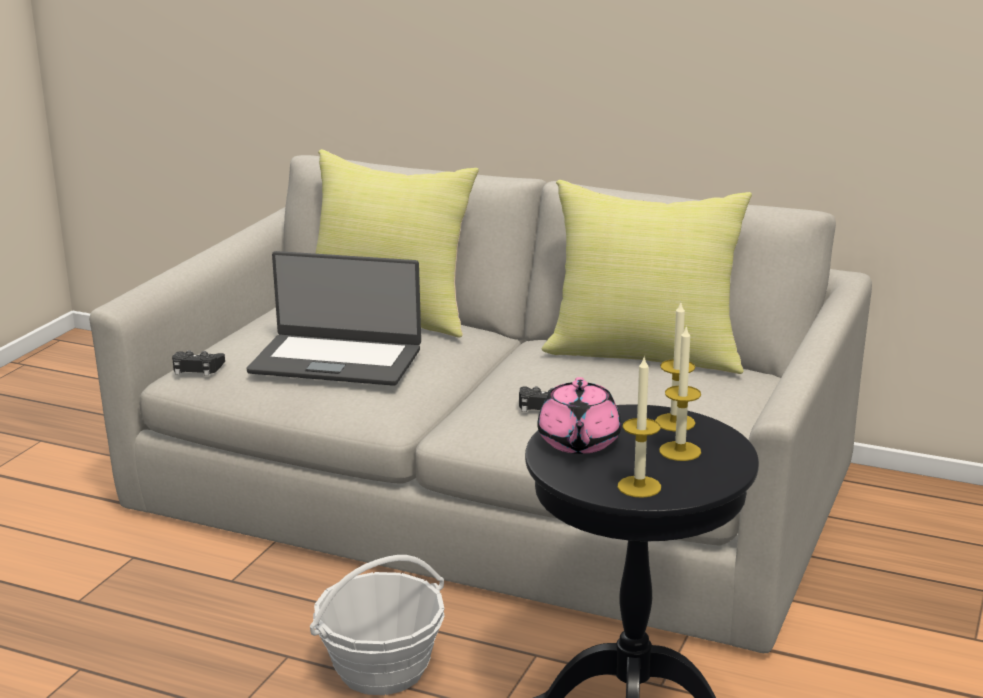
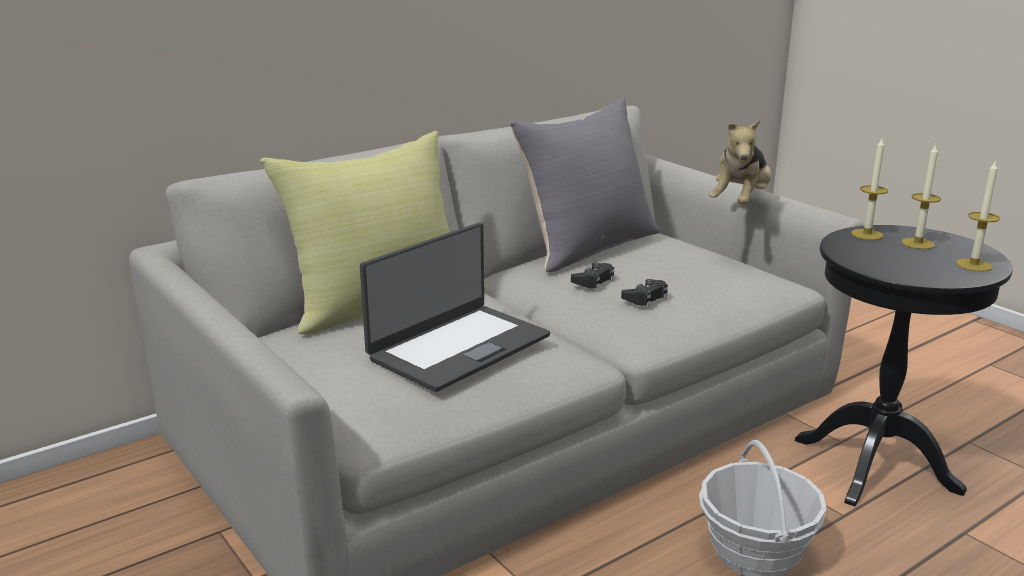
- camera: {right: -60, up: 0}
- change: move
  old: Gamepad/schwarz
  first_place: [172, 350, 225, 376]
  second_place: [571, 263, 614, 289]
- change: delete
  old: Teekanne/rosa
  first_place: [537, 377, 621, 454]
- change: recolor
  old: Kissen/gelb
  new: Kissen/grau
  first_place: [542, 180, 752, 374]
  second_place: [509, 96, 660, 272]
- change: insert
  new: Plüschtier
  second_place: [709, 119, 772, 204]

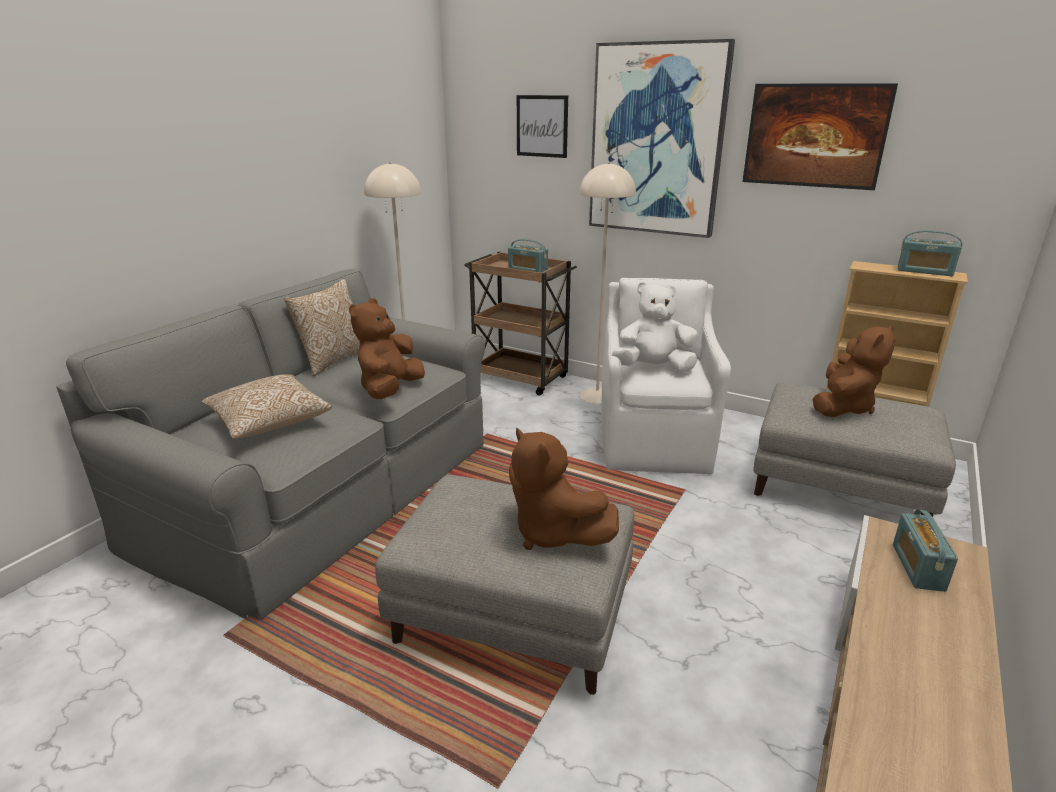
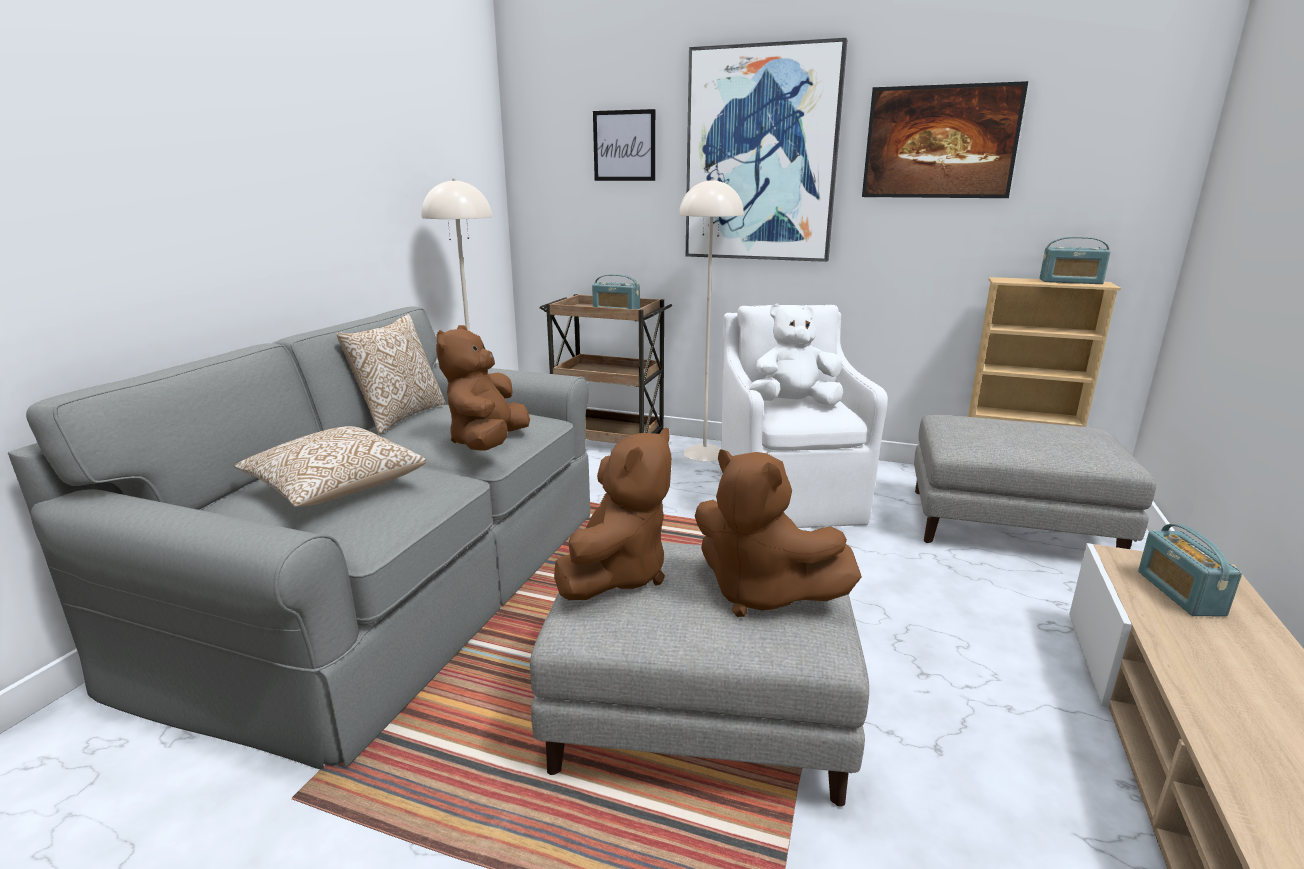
- camera: {right: -10, up: -5}
- change: move
  old: Plüschtier/braun
  first_place: [813, 325, 895, 417]
  second_place: [554, 428, 672, 600]

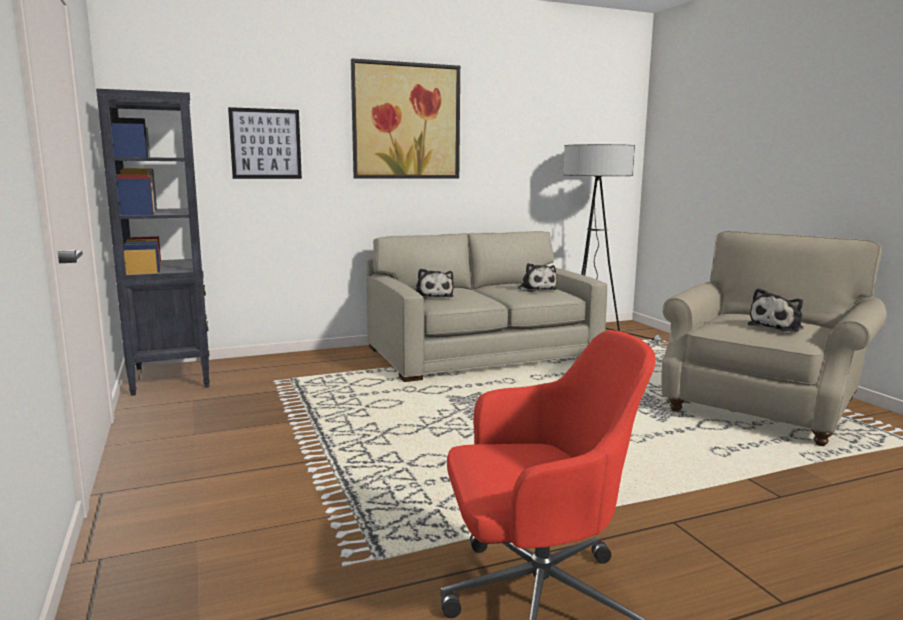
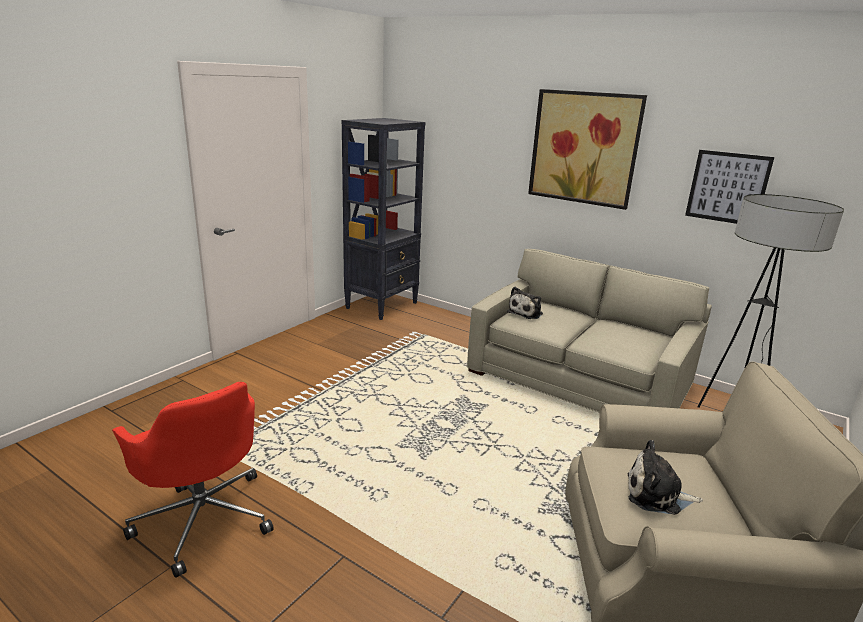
- camera: {right: 55, up: 10}
- change: move
  old: Bild
  first_place: [228, 107, 302, 179]
  second_place: [685, 150, 774, 224]
- change: delete
  old: Plüschtier
  first_place: [518, 263, 557, 292]

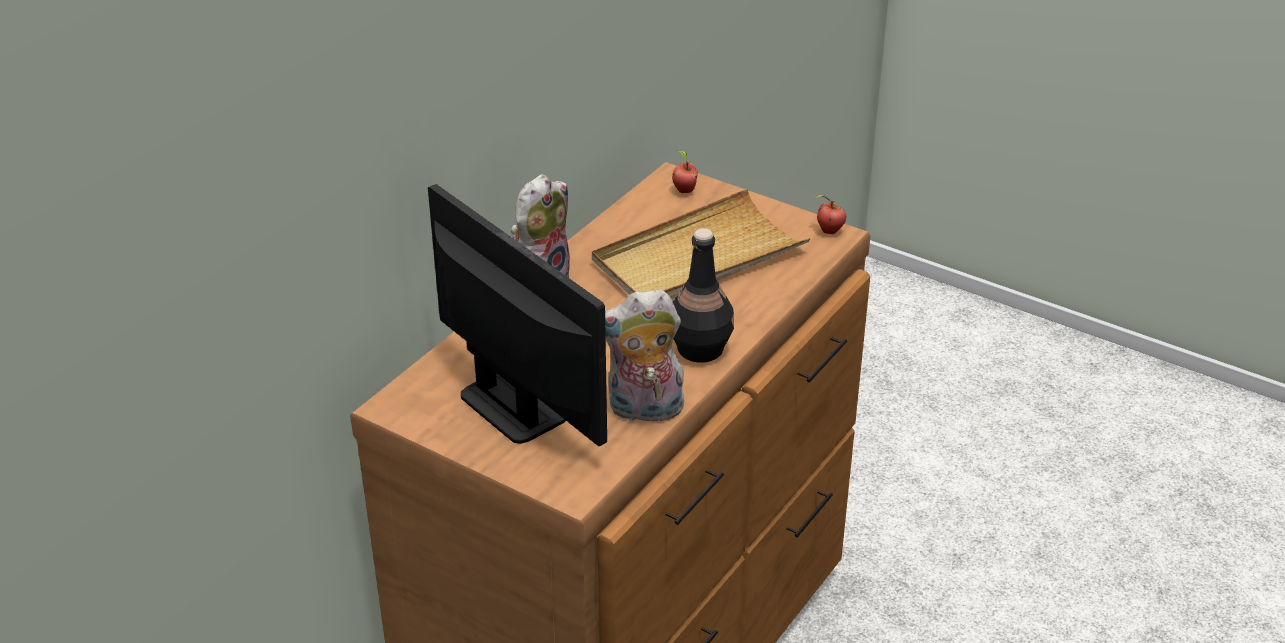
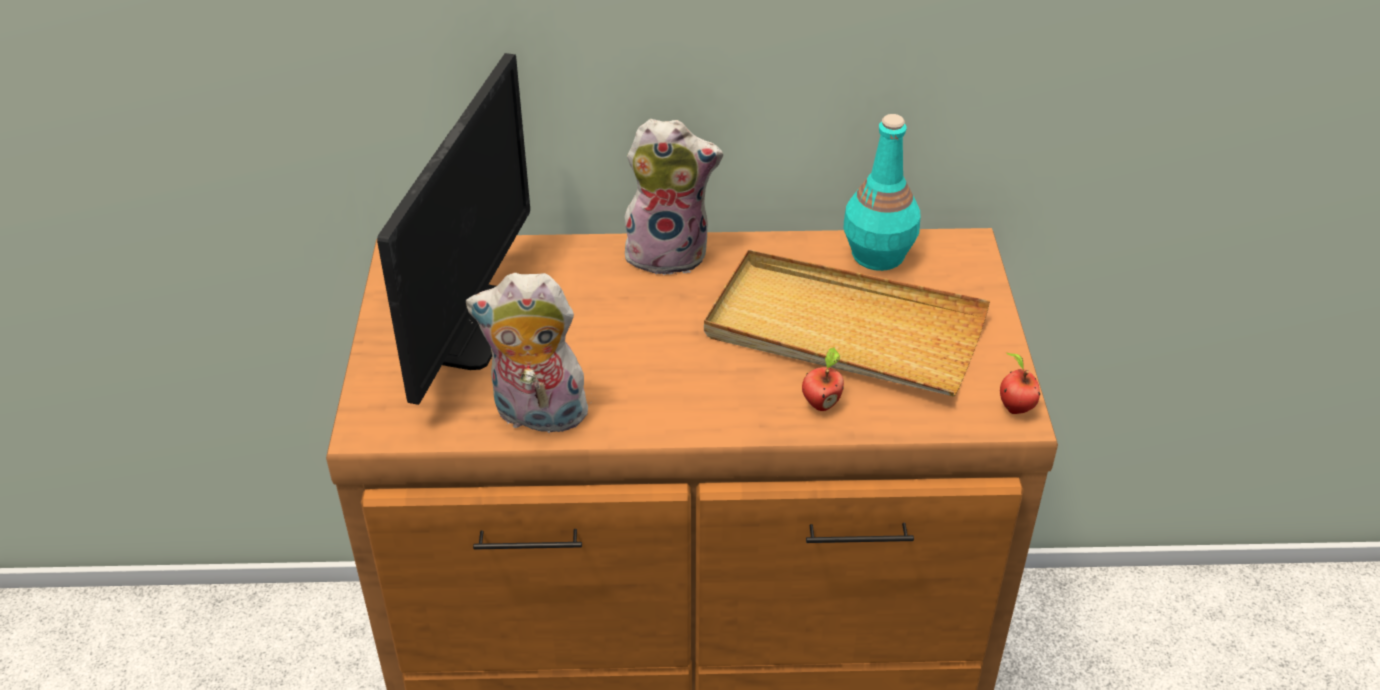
- camera: {right: 55, up: 5}
- change: rotate
  old: Plüschtier
  first_place: [605, 289, 684, 422]
  second_place: [466, 273, 592, 433]
  degrees: -45
- change: move
  old: Apfel
  first_place: [672, 150, 698, 193]
  second_place: [802, 347, 844, 411]
- change: delete
  old: Flasche/schwarz
  first_place: [673, 228, 734, 363]
- change: insert
  new: Flasche/türkis
  second_place: [844, 114, 920, 271]

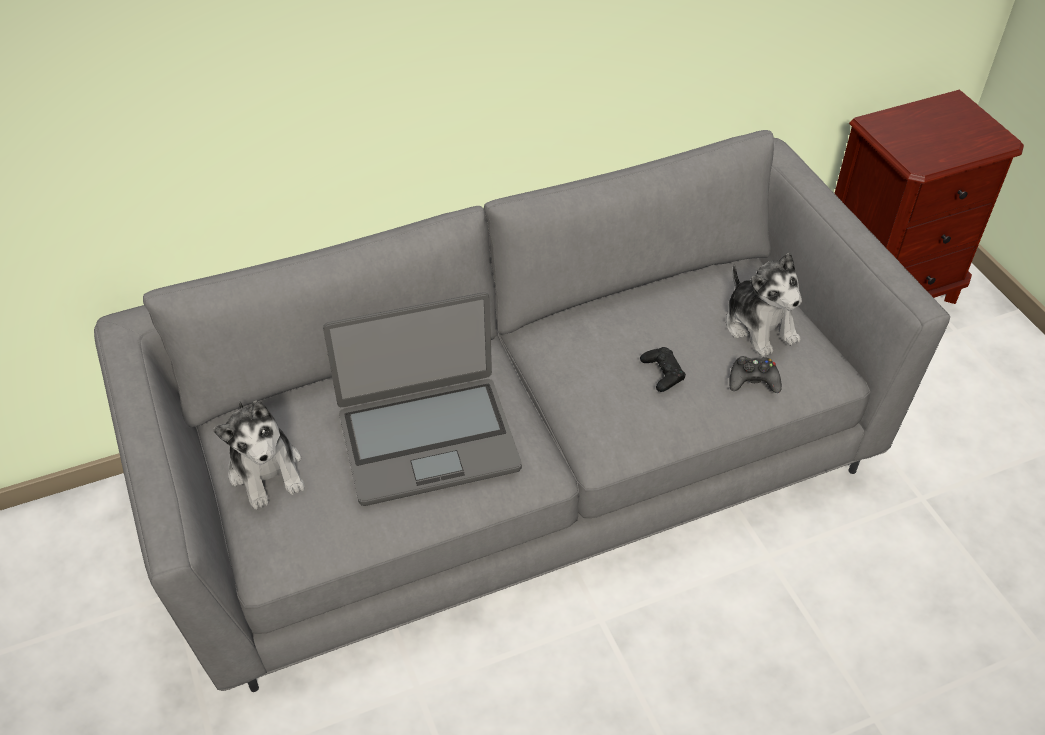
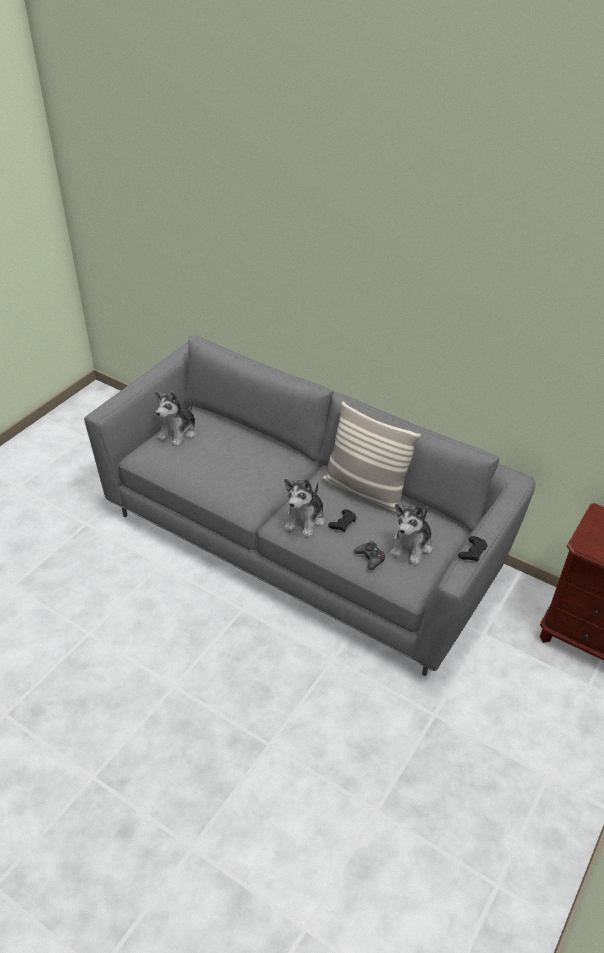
- camera: {right: 55, up: -5}
- change: delete
  old: Laptop
  first_place: [323, 292, 522, 506]
- change: insert
  new: Plüschtier
  second_place: [284, 479, 325, 538]
- change: insert
  new: Kissen
  second_place: [322, 402, 421, 513]
- change: insert
  new: Gamepad/schwarz
  second_place: [458, 536, 488, 562]

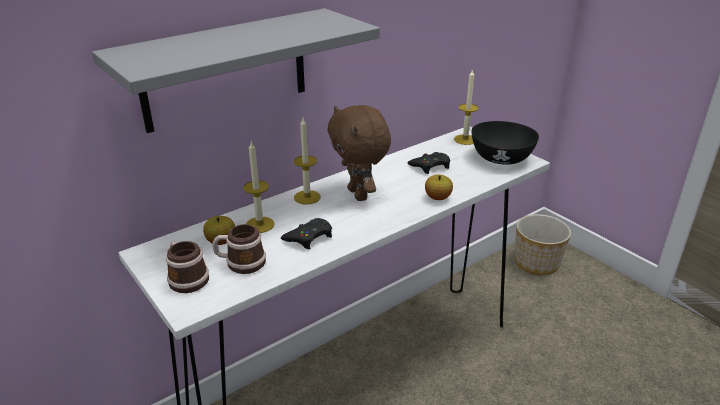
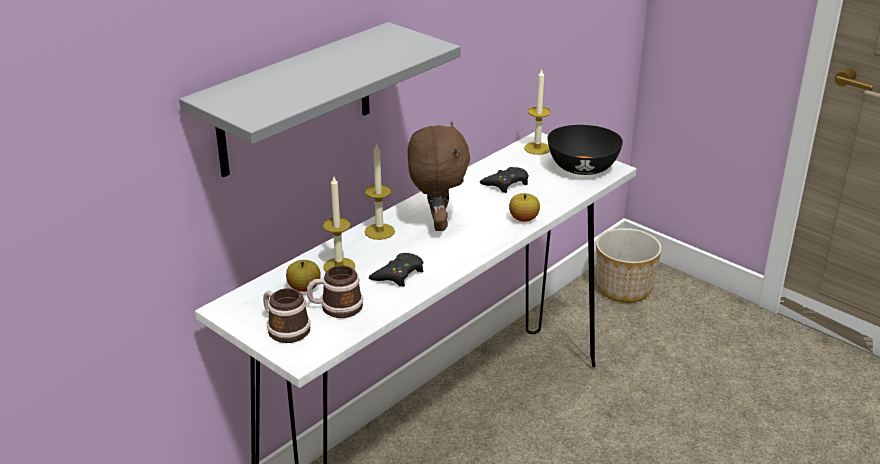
- camera: {right: -10, up: 0}
- change: rotate
  old: Plüschtier/braun
  first_place: [327, 105, 391, 201]
  second_place: [408, 121, 470, 231]
  degrees: -150

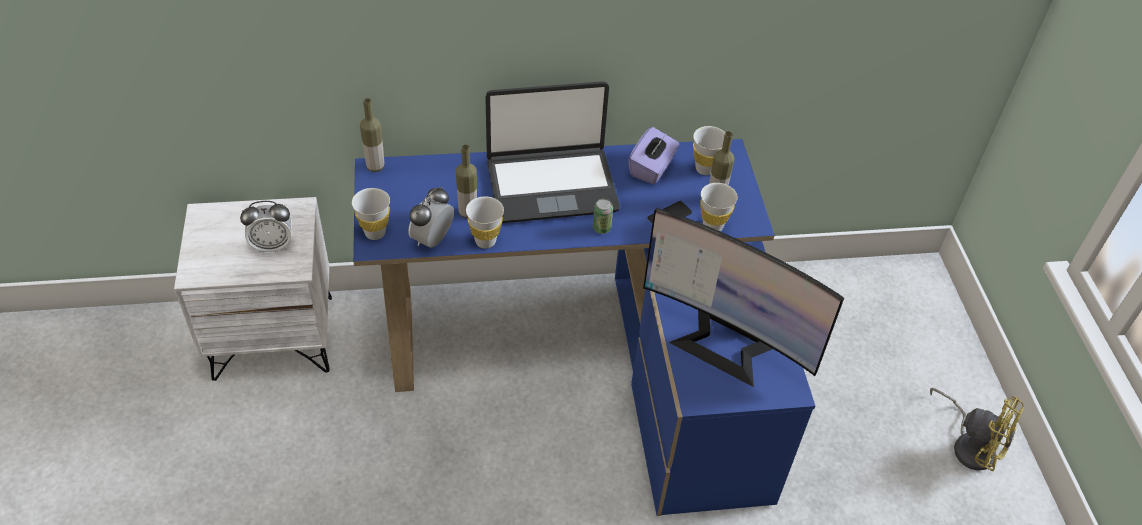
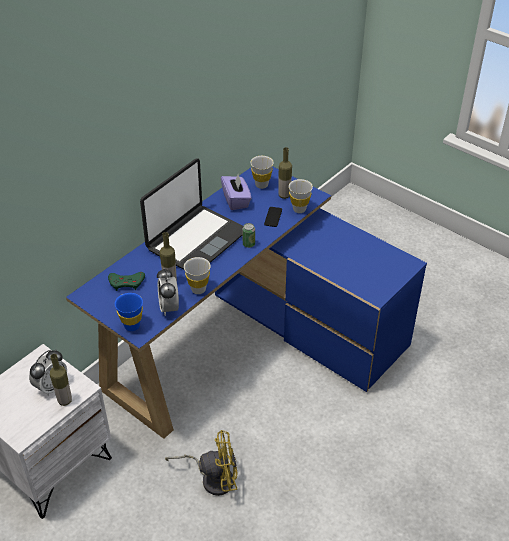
- camera: {right: -40, up: -5}
- change: recolor
  old: Tasse/weiß
  new: Tasse/blau
  first_place: [352, 188, 390, 240]
  second_place: [115, 293, 143, 331]
- change: move
  old: Flasche
  first_place: [360, 98, 385, 172]
  second_place: [50, 354, 72, 406]
- change: delete
  old: Monitor
  first_place: [643, 208, 844, 387]
- change: move
  old: Ventilator/gelb
  first_place: [930, 388, 1025, 471]
  second_place: [165, 430, 237, 496]
- change: insert
  new: Gamepad/grün
  second_place: [108, 272, 145, 291]

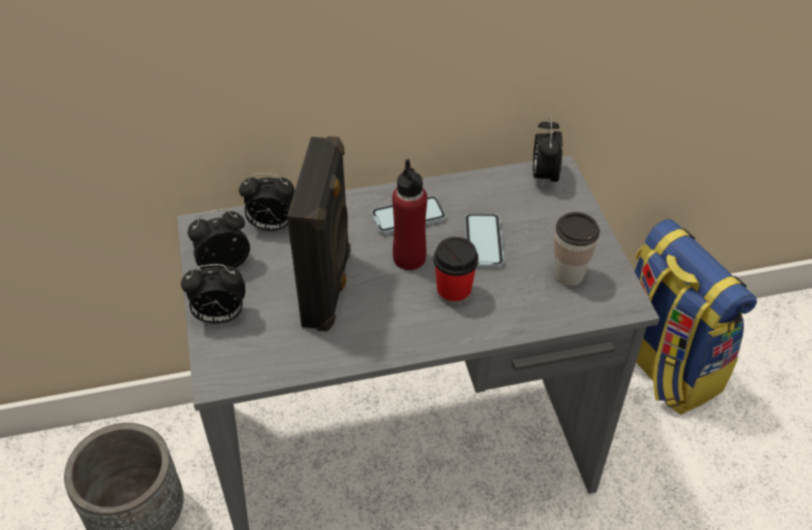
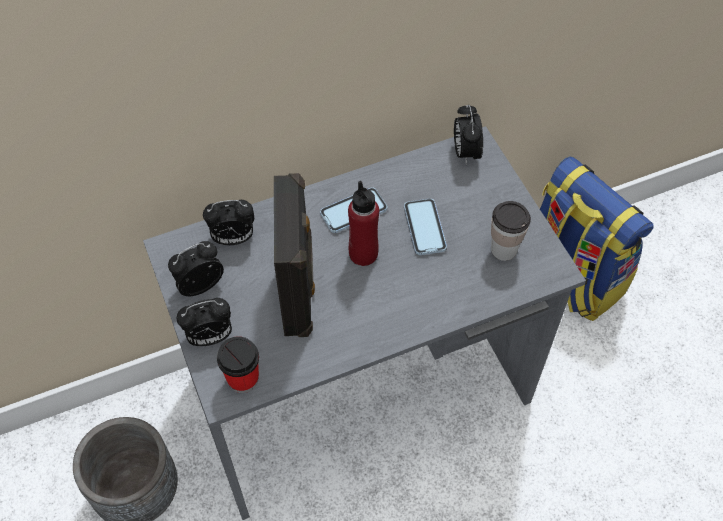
- camera: {right: -10, up: 10}
- change: move
  old: Tasse
  first_place: [434, 237, 478, 305]
  second_place: [217, 336, 259, 393]

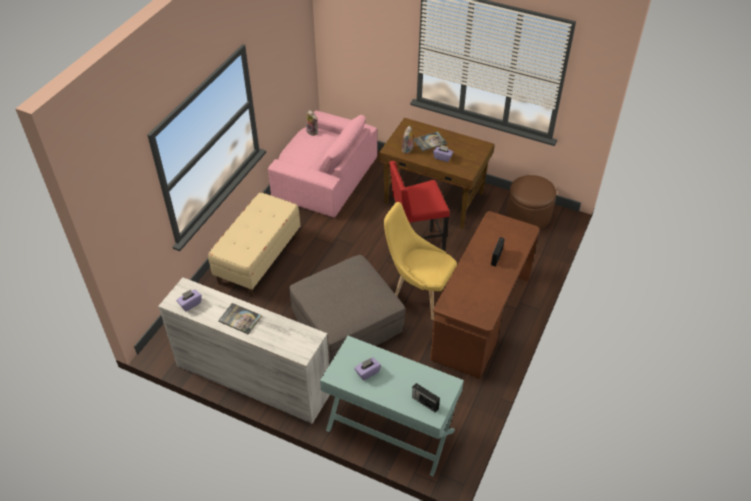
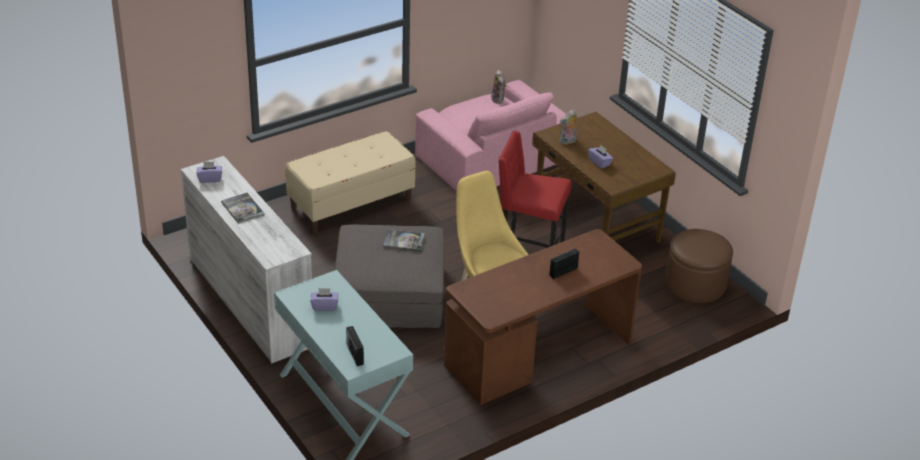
- camera: {right: 30, up: -10}
- change: move
  old: Buch
  first_place: [413, 132, 447, 151]
  second_place: [383, 229, 425, 251]

